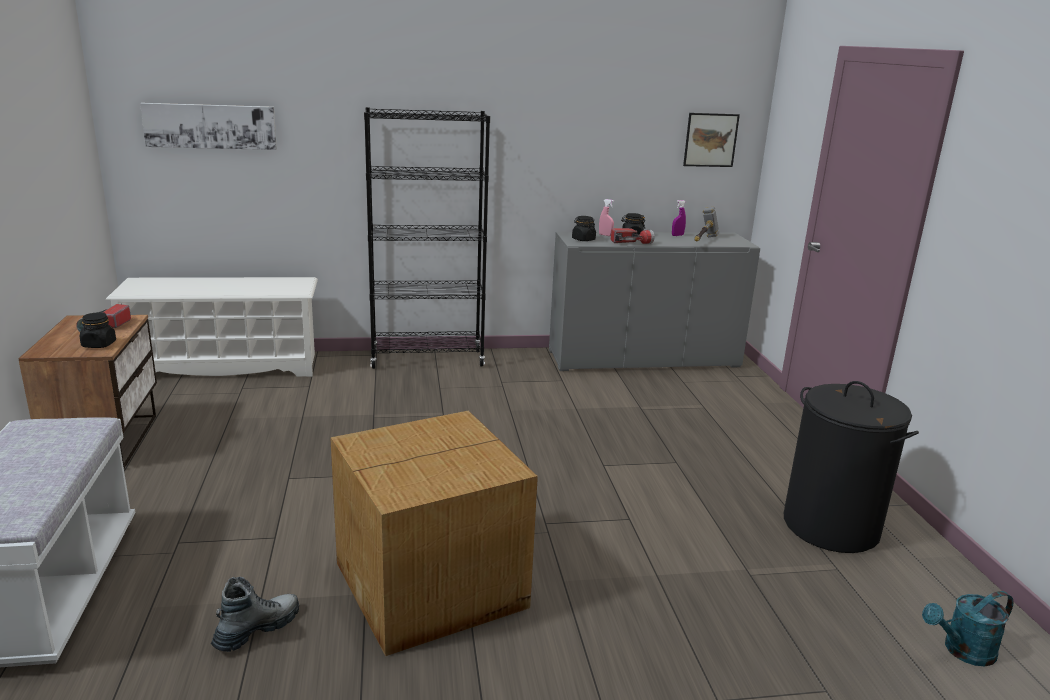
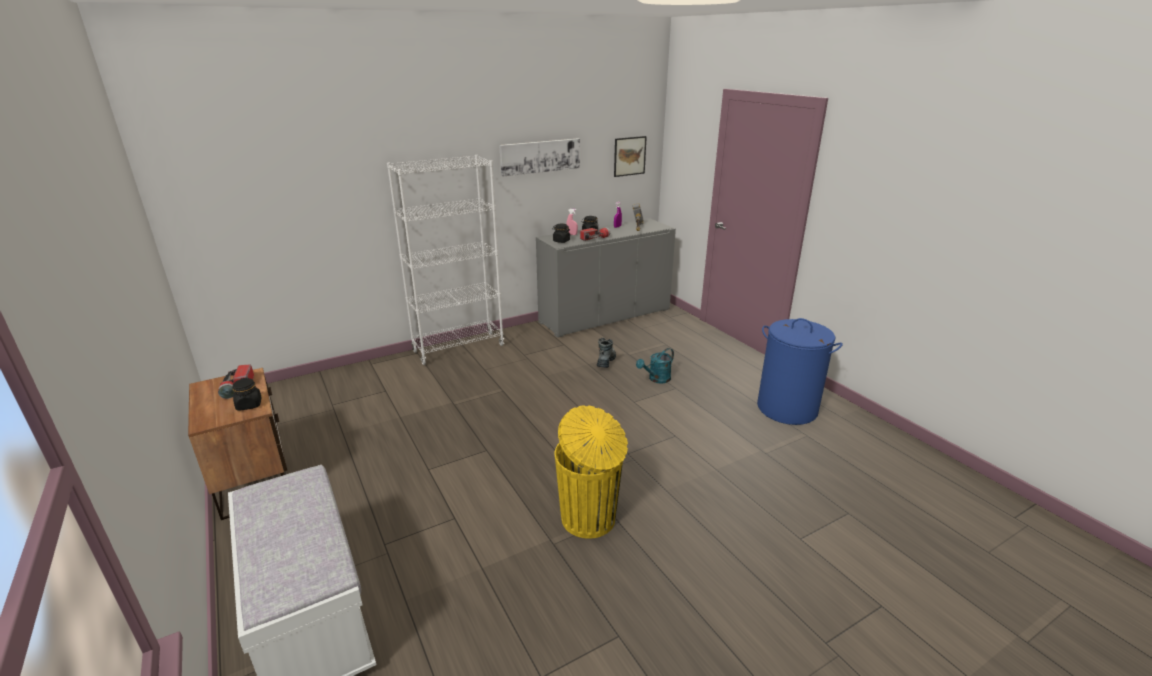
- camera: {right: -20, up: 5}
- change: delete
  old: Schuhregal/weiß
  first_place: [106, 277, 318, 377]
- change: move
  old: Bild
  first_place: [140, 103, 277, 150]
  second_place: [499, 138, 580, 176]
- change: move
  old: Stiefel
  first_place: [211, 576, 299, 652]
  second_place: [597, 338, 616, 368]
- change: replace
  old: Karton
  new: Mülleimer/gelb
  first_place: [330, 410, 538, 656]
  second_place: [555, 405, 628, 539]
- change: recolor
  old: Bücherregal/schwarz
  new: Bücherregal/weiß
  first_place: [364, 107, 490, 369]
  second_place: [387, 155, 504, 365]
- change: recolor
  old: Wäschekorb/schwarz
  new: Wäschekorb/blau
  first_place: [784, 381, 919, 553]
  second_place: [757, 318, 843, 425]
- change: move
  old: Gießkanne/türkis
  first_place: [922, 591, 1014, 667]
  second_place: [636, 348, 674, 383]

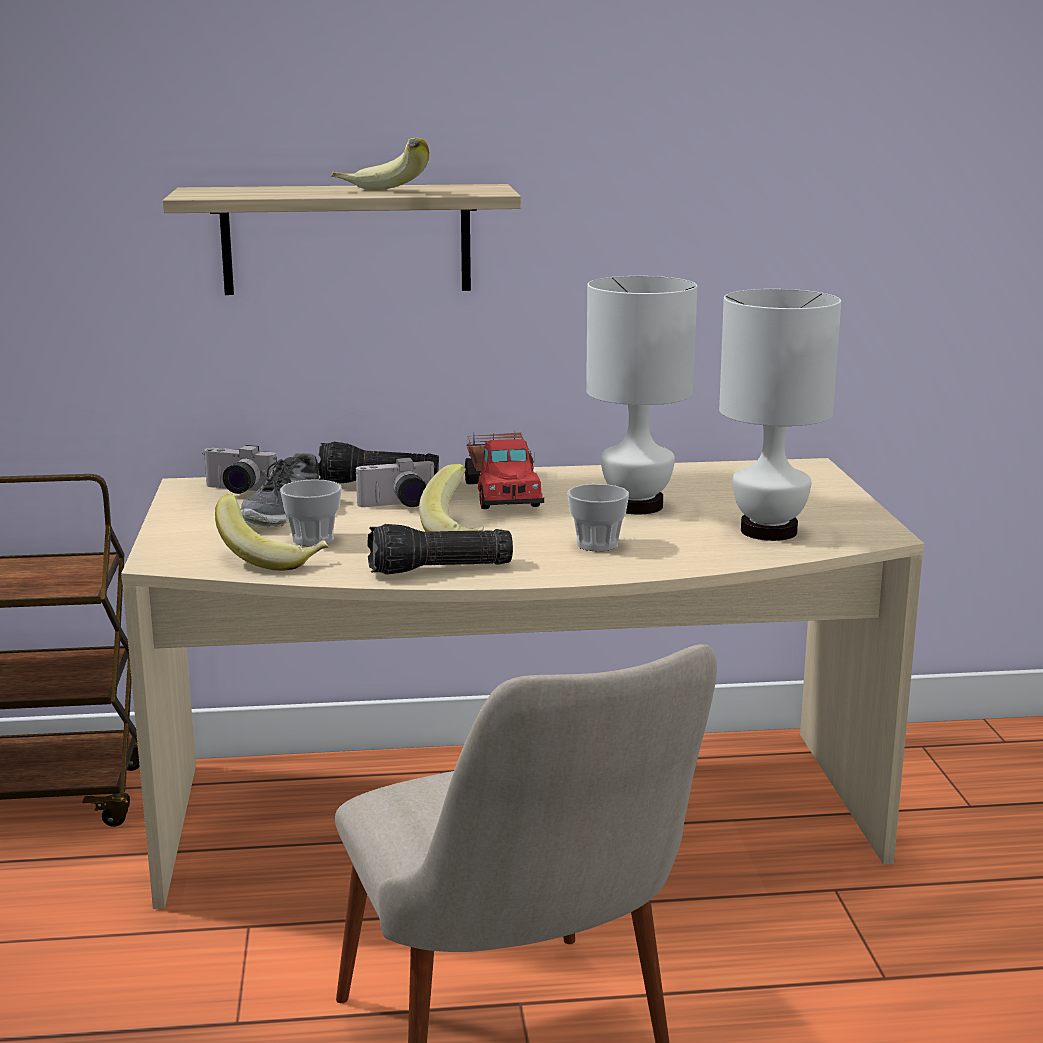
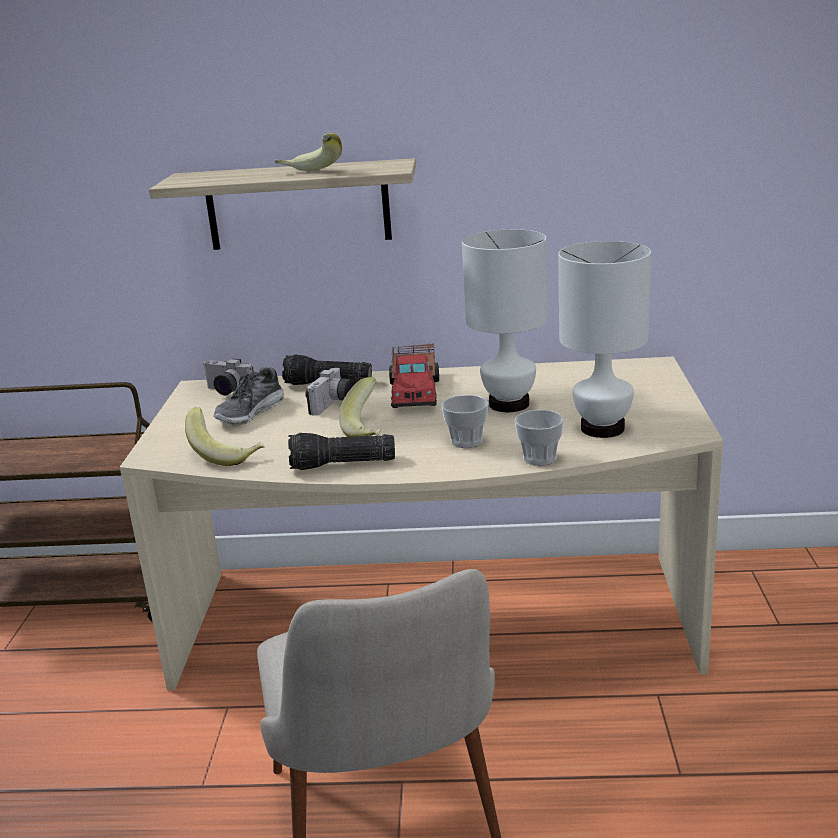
- camera: {right: 10, up: 5}
- change: move
  old: Tasse
  first_place: [280, 479, 342, 546]
  second_place: [514, 410, 564, 466]
- change: rotate
  old: Kamera
  first_place: [355, 457, 436, 507]
  second_place: [305, 368, 355, 416]
  degrees: -60

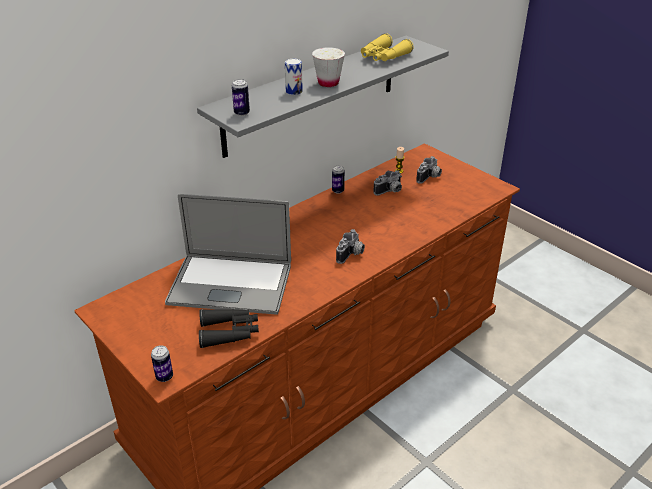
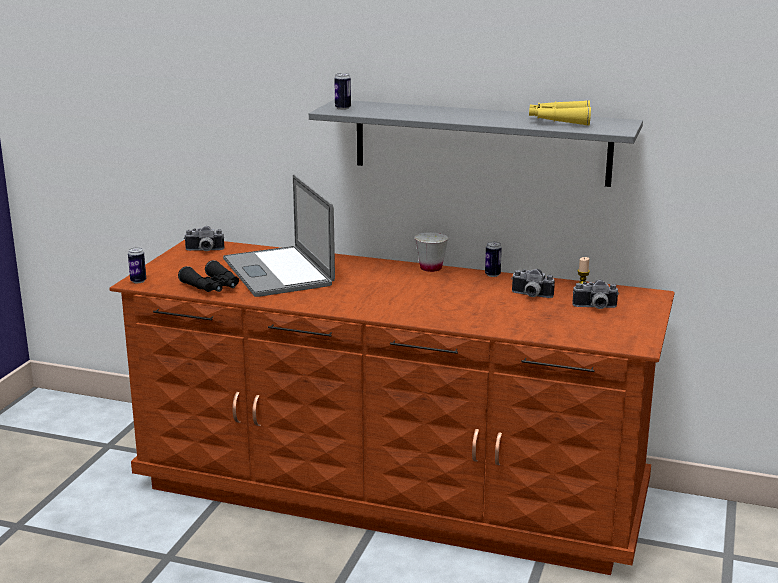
- camera: {right: 60, up: -15}
- change: delete
  old: Dose
  first_place: [285, 58, 303, 95]
- change: move
  old: Tasse/weiß
  first_place: [312, 47, 345, 87]
  second_place: [415, 232, 448, 272]
- change: move
  old: Kamera
  first_place: [336, 229, 365, 264]
  second_place: [184, 226, 224, 251]

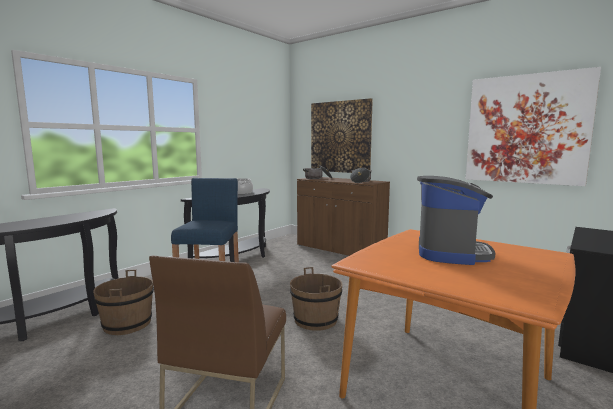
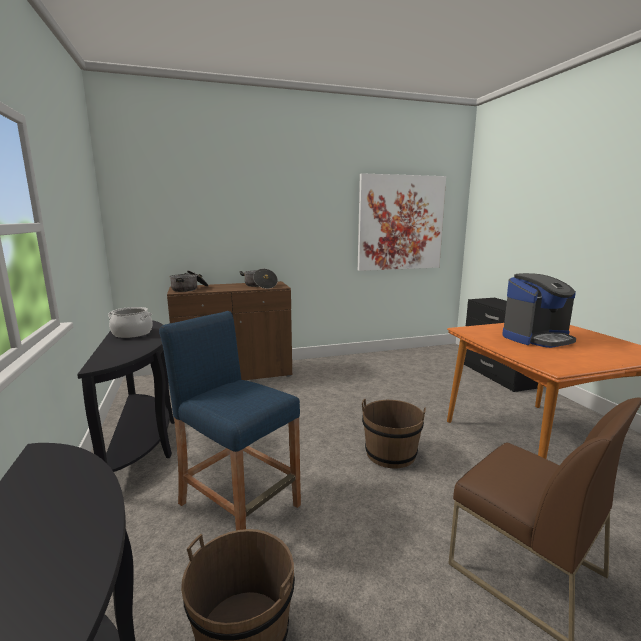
- camera: {right: -55, up: 5}
- change: delete
  old: Bild
  first_place: [311, 98, 373, 173]
- change: rotate
  old: Kaffeemaschine
  first_place: [417, 176, 495, 265]
  second_place: [502, 273, 576, 348]
  degrees: 105

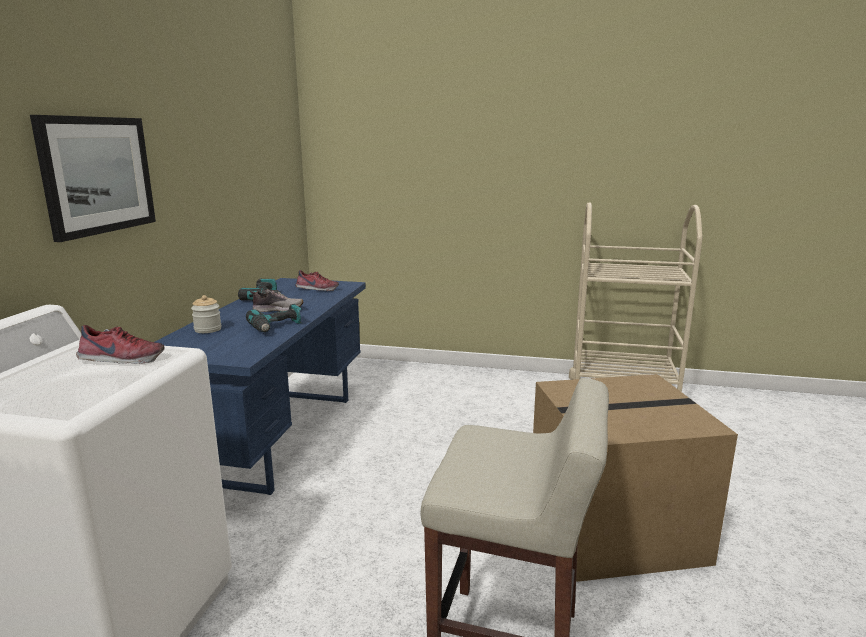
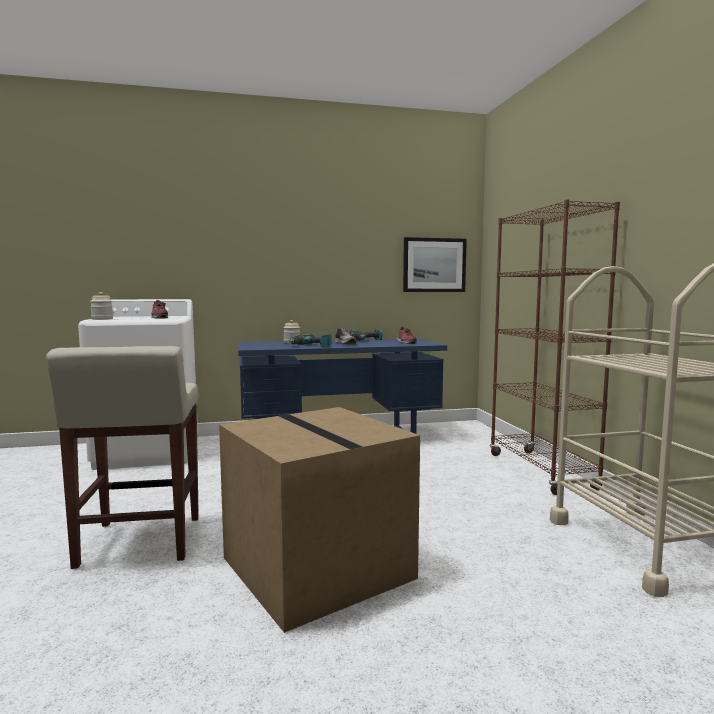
- camera: {right: 65, up: -10}
- change: move
  old: Bild
  first_place: [30, 115, 156, 242]
  second_place: [403, 237, 467, 292]
- change: insert
  new: Vorratsglas
  second_place: [90, 292, 113, 320]
- change: insert
  new: Bücherregal/braun
  second_place: [490, 199, 620, 495]

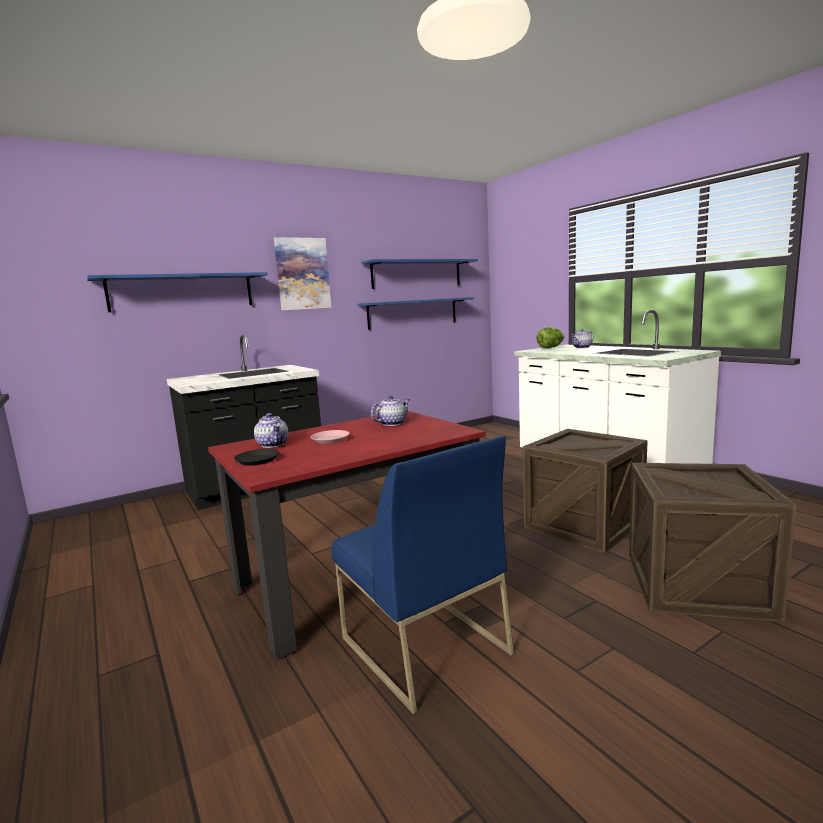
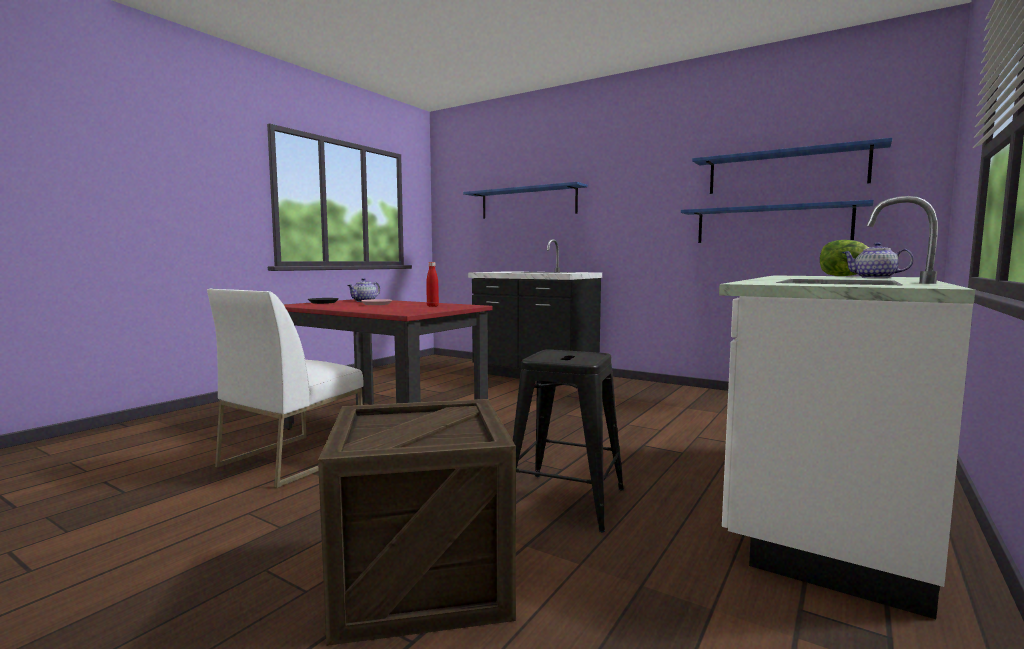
- camera: {right: 65, up: -5}
- change: delete
  old: Bild
  first_place: [274, 237, 332, 311]
- change: recolor
  old: Stuhl/blau
  new: Stuhl/weiß
  first_place: [332, 436, 514, 714]
  second_place: [207, 289, 364, 488]
- change: replace
  old: Teekanne
  new: Flasche/rot
  first_place: [371, 395, 410, 426]
  second_place: [426, 262, 439, 307]
- change: replace
  old: Kiste
  new: Hocker/schwarz
  first_place: [523, 429, 648, 553]
  second_place: [513, 349, 624, 532]

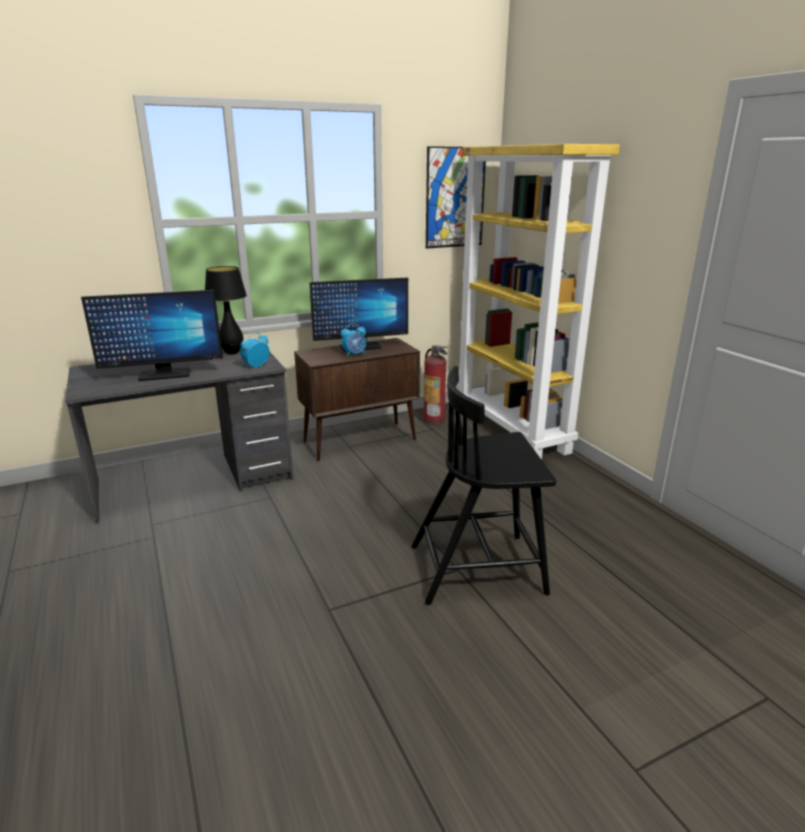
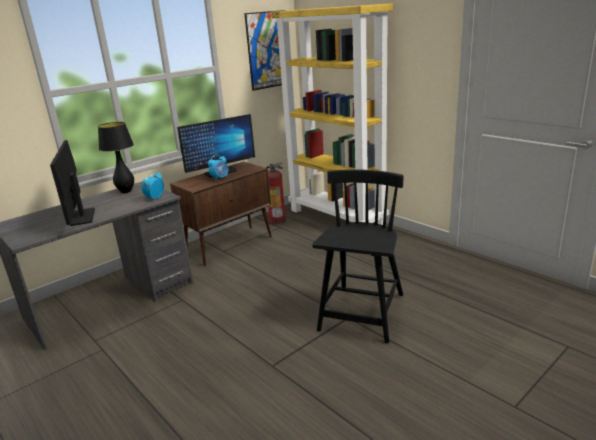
- camera: {right: -15, up: 0}
- change: rotate
  old: Monitor
  first_place: [81, 290, 223, 381]
  second_place: [50, 140, 95, 226]
  degrees: 105
- change: rotate
  old: Stuhl/schwarz
  first_place: [411, 366, 556, 605]
  second_place: [312, 169, 404, 343]
  degrees: 135

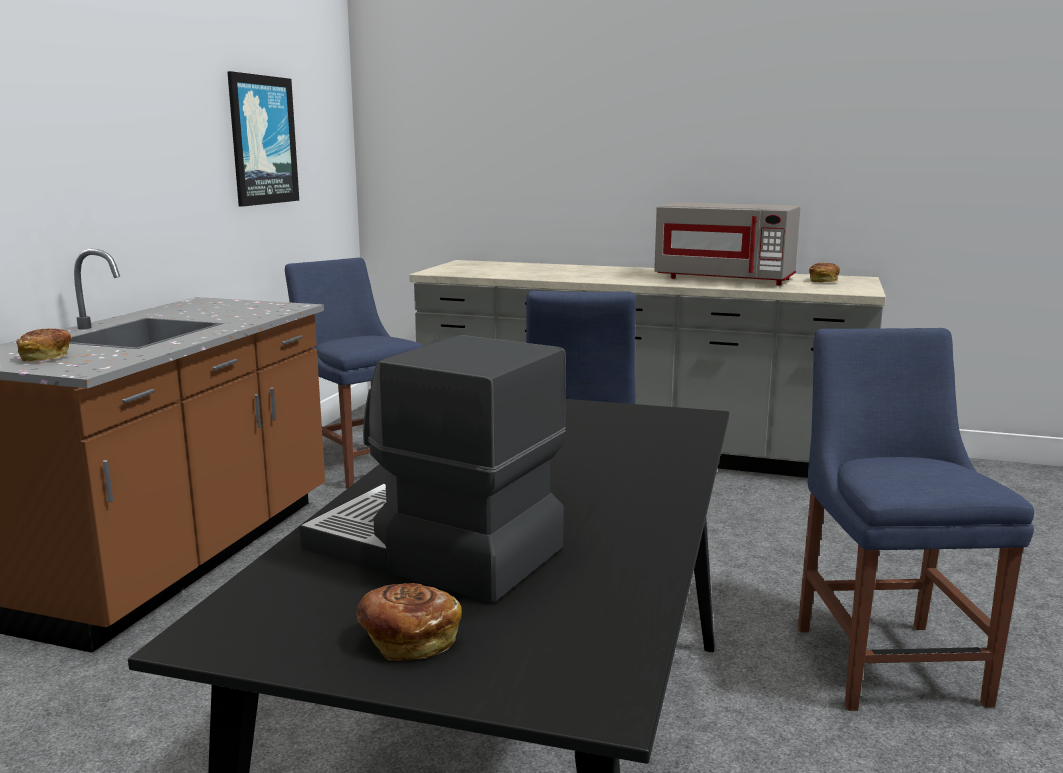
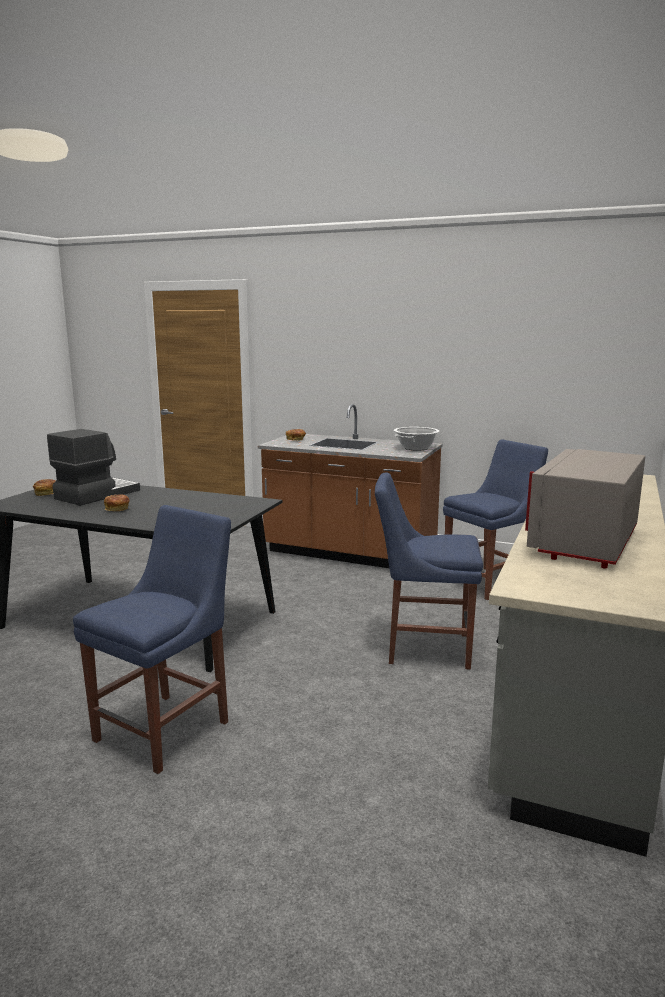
- camera: {right: 95, up: 0}
- change: delete
  old: Bild
  first_place: [227, 71, 299, 207]
- change: rotate
  old: Stuhl/blau
  first_place: [798, 328, 1034, 711]
  second_place: [73, 505, 231, 774]
  degrees: -60
- change: move
  old: Brot
  first_place: [809, 263, 840, 282]
  second_place: [104, 494, 130, 511]
- change: insert
  new: Kochtopf
  second_place: [394, 427, 440, 451]

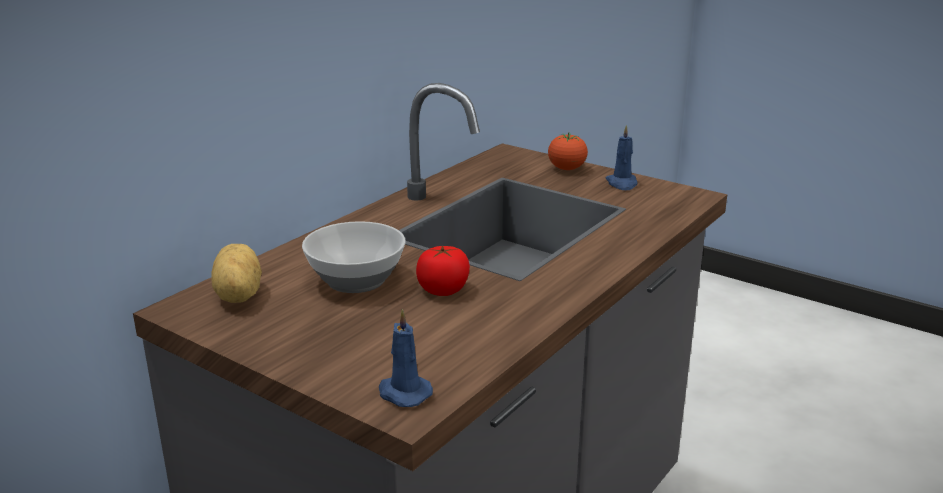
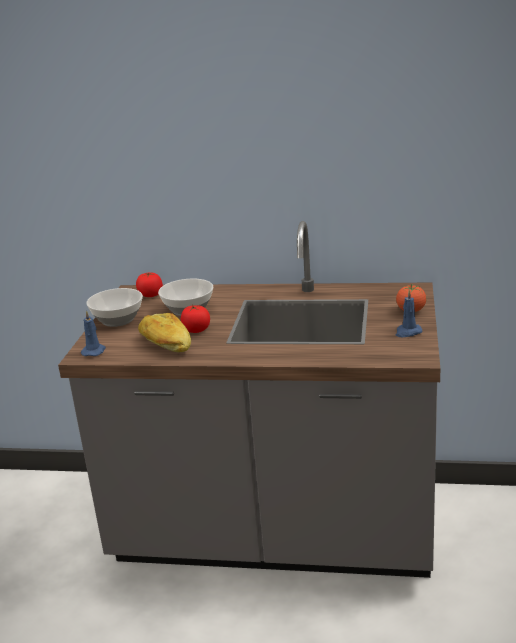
- camera: {right: 65, up: 0}
- change: replace
  old: Kartoffel
  new: Tomate
  first_place: [211, 244, 262, 303]
  second_place: [136, 272, 163, 297]
- change: insert
  new: Schüssel
  second_place: [86, 288, 143, 327]
- change: insert
  new: Brot
  second_place: [138, 313, 191, 352]

